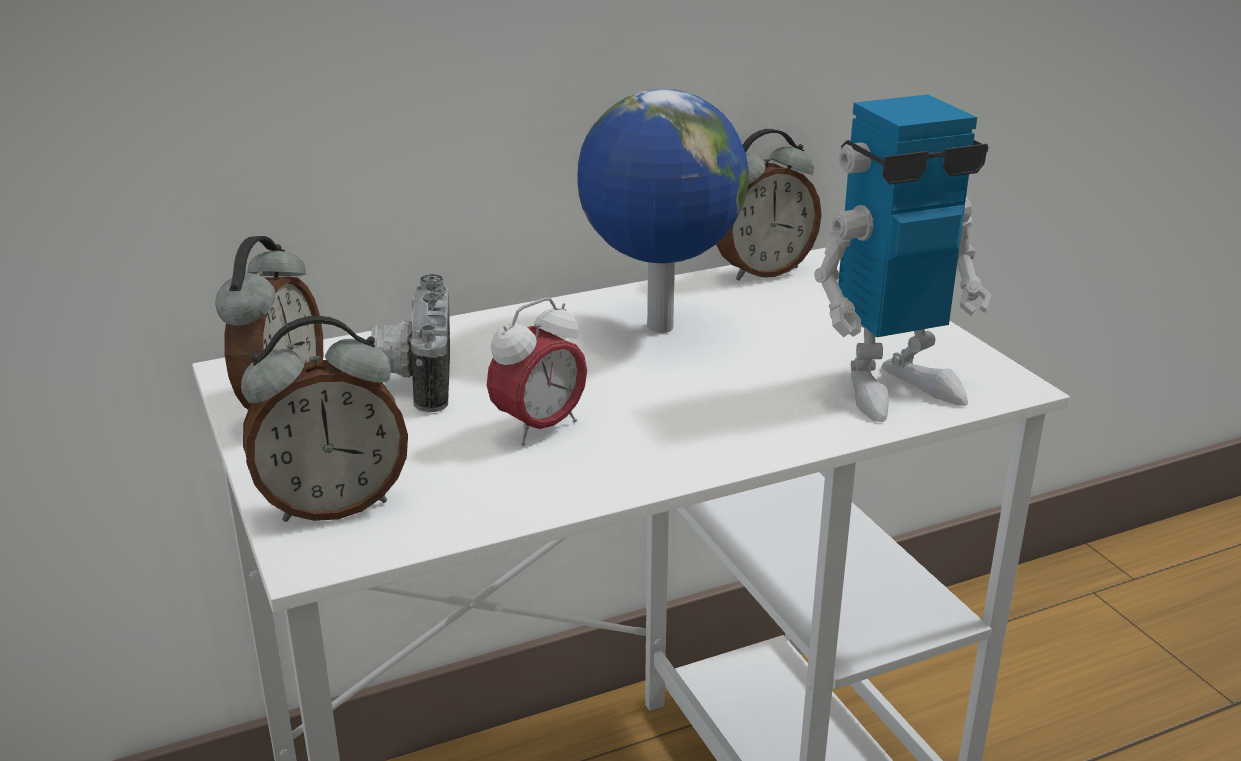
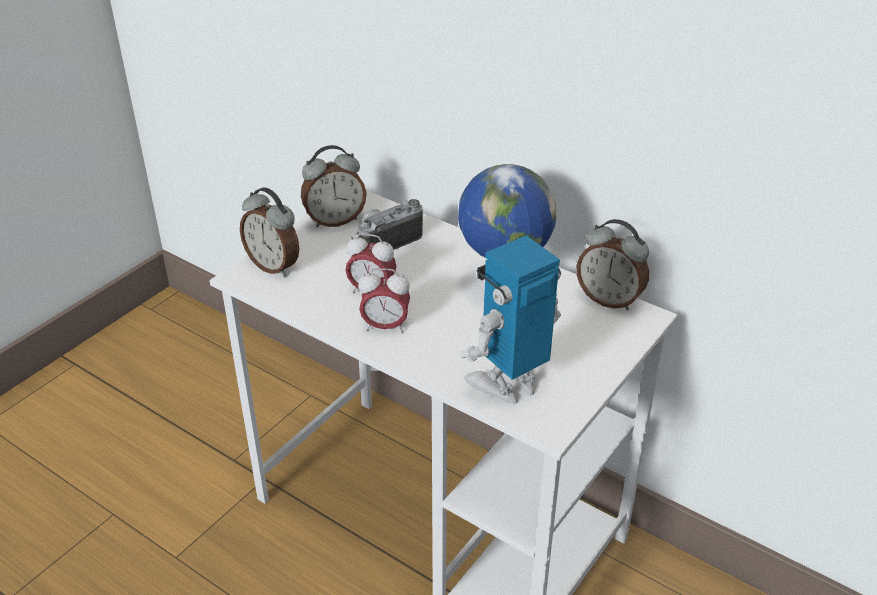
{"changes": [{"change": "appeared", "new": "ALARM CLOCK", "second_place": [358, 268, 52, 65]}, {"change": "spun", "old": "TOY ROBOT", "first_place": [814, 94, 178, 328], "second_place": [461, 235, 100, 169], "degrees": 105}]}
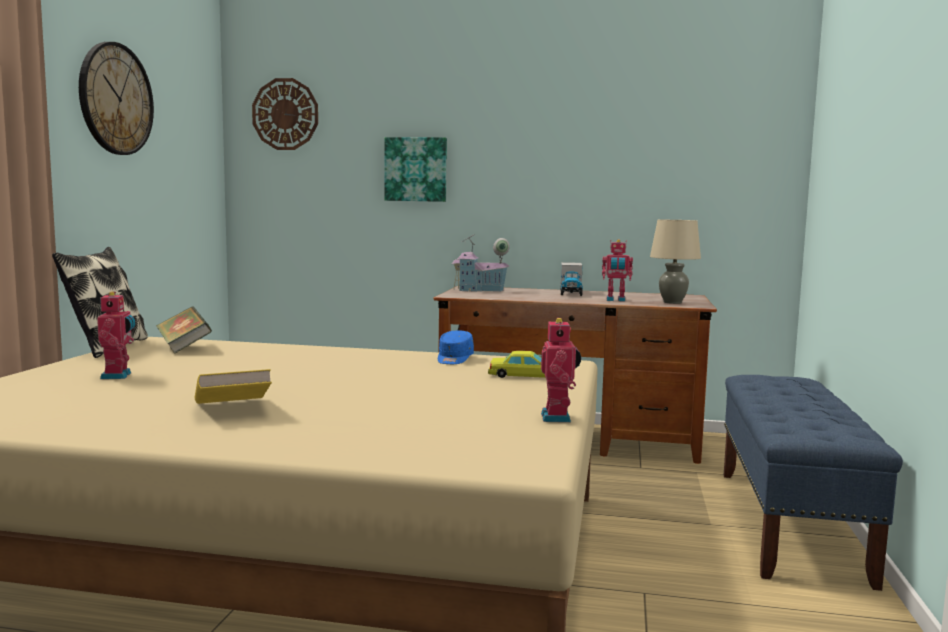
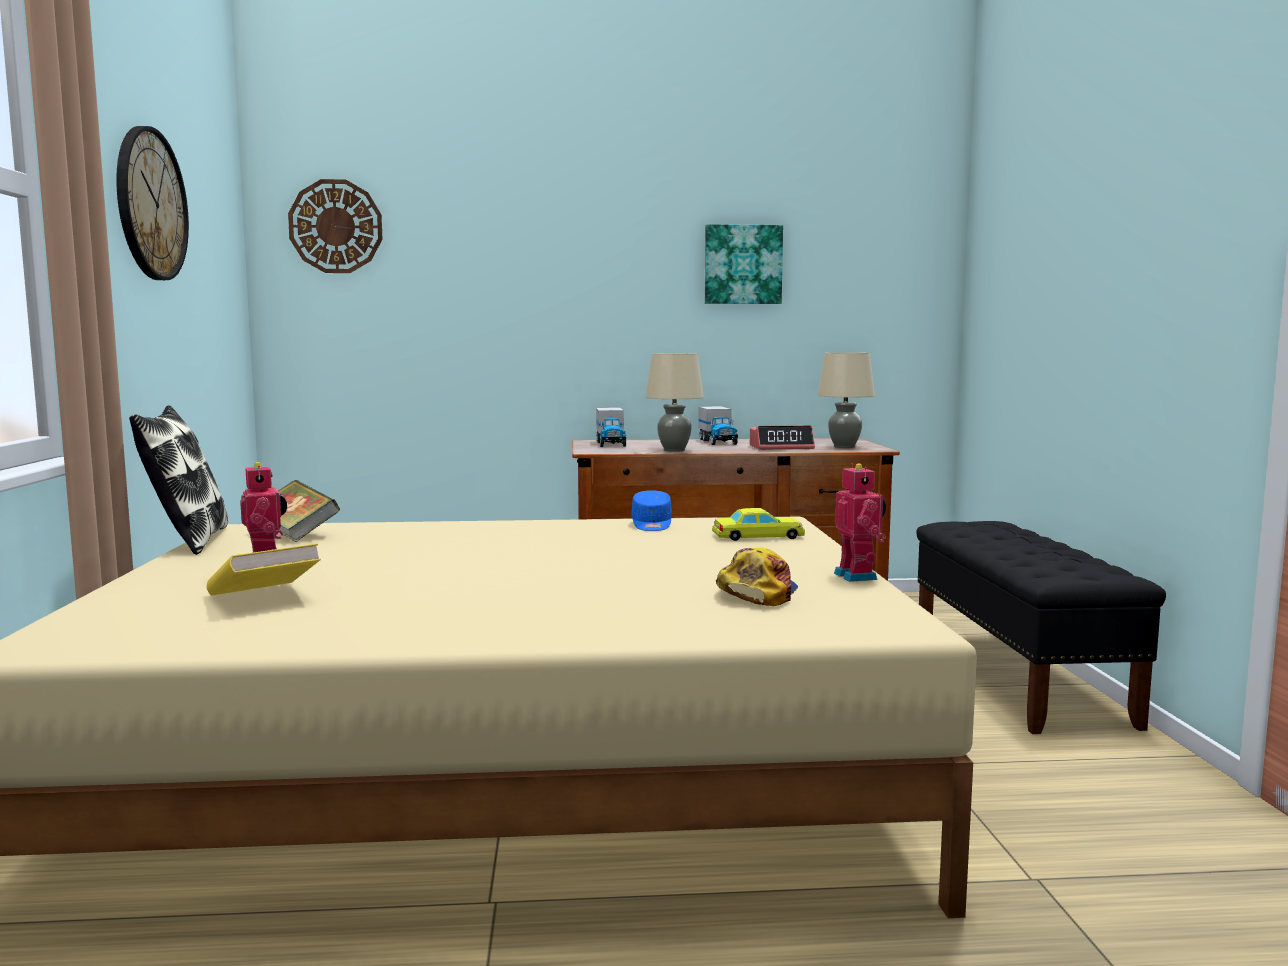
{"changes": [{"change": "relocated", "old": "YELLOW BOOK", "first_place": [195, 369, 77, 35], "second_place": [207, 544, 114, 52]}, {"change": "exchanged", "old": "TOY HOUSE", "new": "TOY TRUCK", "first_place": [452, 234, 58, 58], "second_place": [596, 407, 30, 40]}, {"change": "appeared", "new": "BEIGE TABLE LAMP", "second_place": [646, 353, 58, 99]}, {"change": "relocated", "old": "PICTURE", "first_place": [384, 137, 63, 65], "second_place": [705, 224, 78, 80]}, {"change": "appeared", "new": "CAP", "second_place": [716, 547, 82, 59]}, {"change": "exchanged", "old": "TOY ROBOT", "new": "ALARM CLOCK", "first_place": [602, 239, 31, 63], "second_place": [750, 425, 65, 25]}, {"change": "colour", "old": "BLUE BENCH", "new": "BLACK BENCH", "first_place": [724, 375, 179, 216], "second_place": [916, 521, 250, 213]}]}
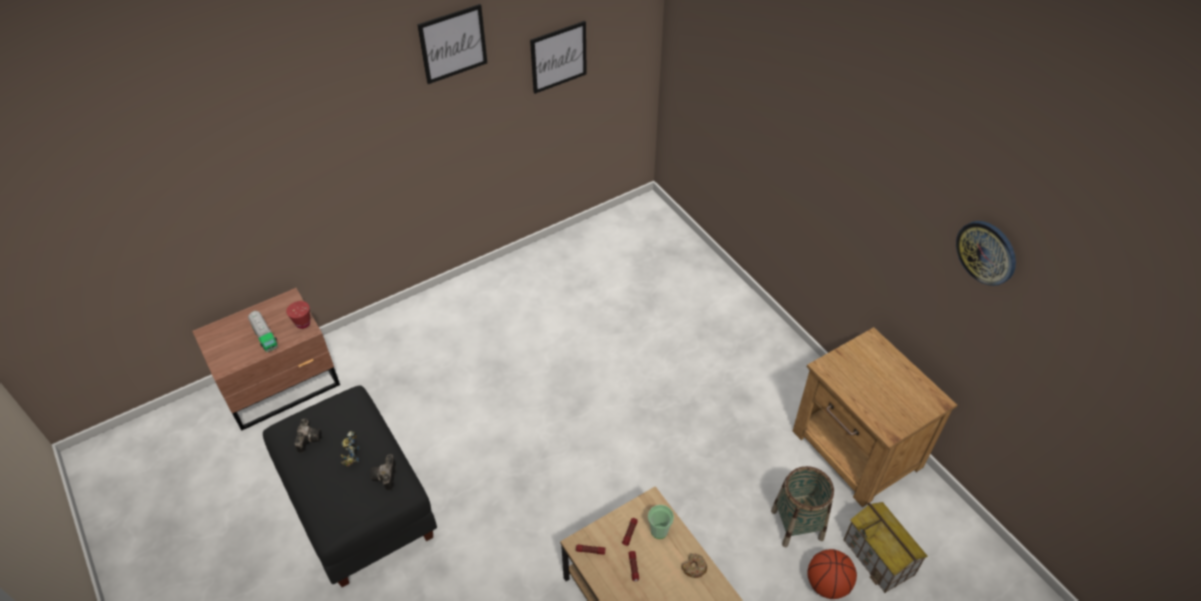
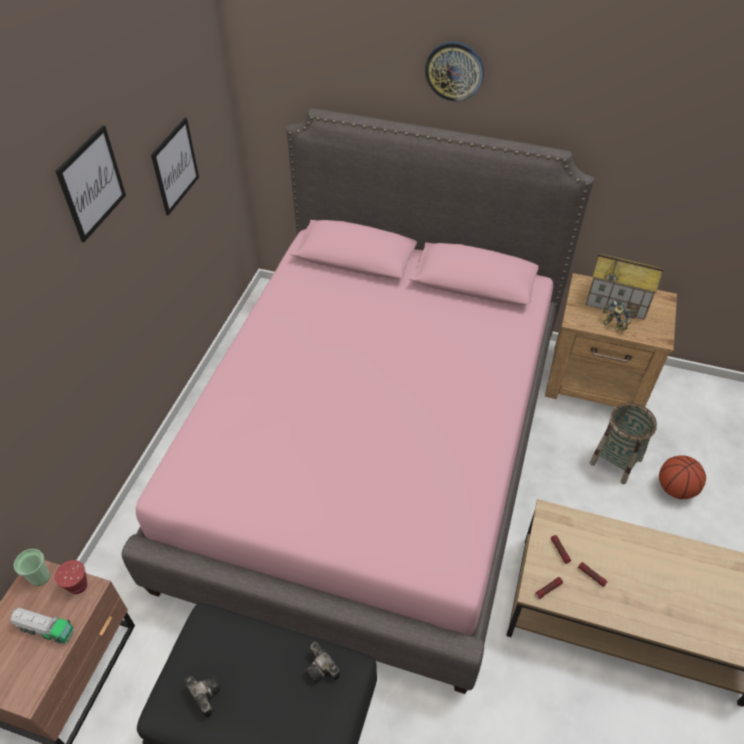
{"changes": [{"change": "relocated", "old": "CUP", "first_place": [648, 505, 26, 34], "second_place": [14, 549, 36, 37]}, {"change": "appeared", "new": "PINK BED", "second_place": [122, 108, 472, 586]}, {"change": "relocated", "old": "WALL CLOCK", "first_place": [956, 221, 60, 65], "second_place": [425, 41, 59, 61]}, {"change": "relocated", "old": "TOY HOUSE", "first_place": [844, 502, 84, 91], "second_place": [585, 254, 79, 66]}, {"change": "relocated", "old": "TOY ROBOT", "first_place": [341, 431, 19, 36], "second_place": [603, 300, 28, 31]}, {"change": "missing", "old": "DONUT", "first_place": [681, 553, 26, 25]}]}
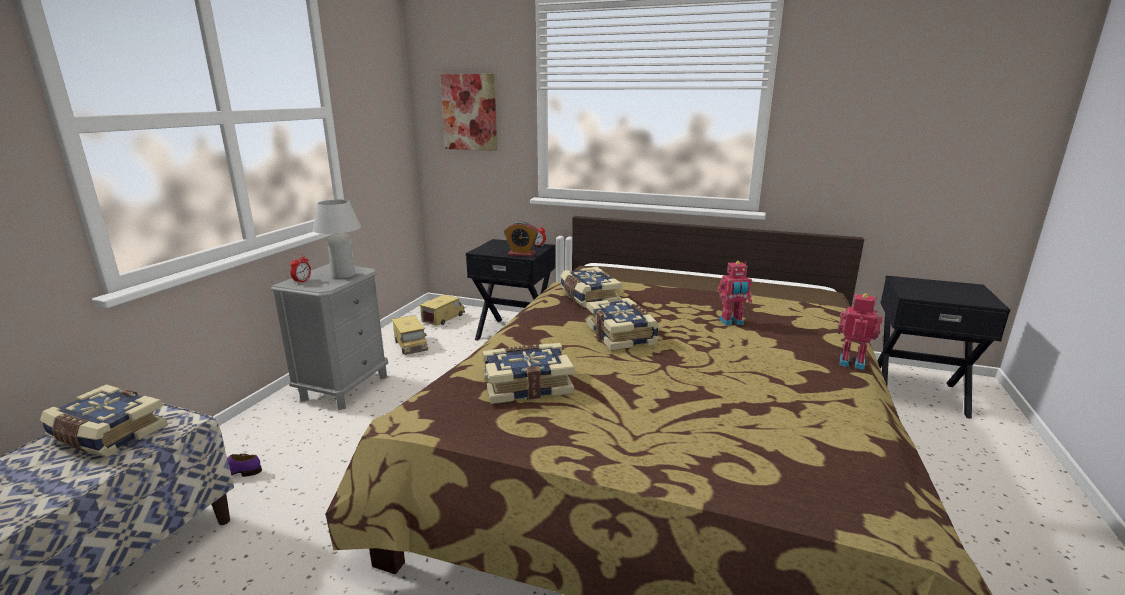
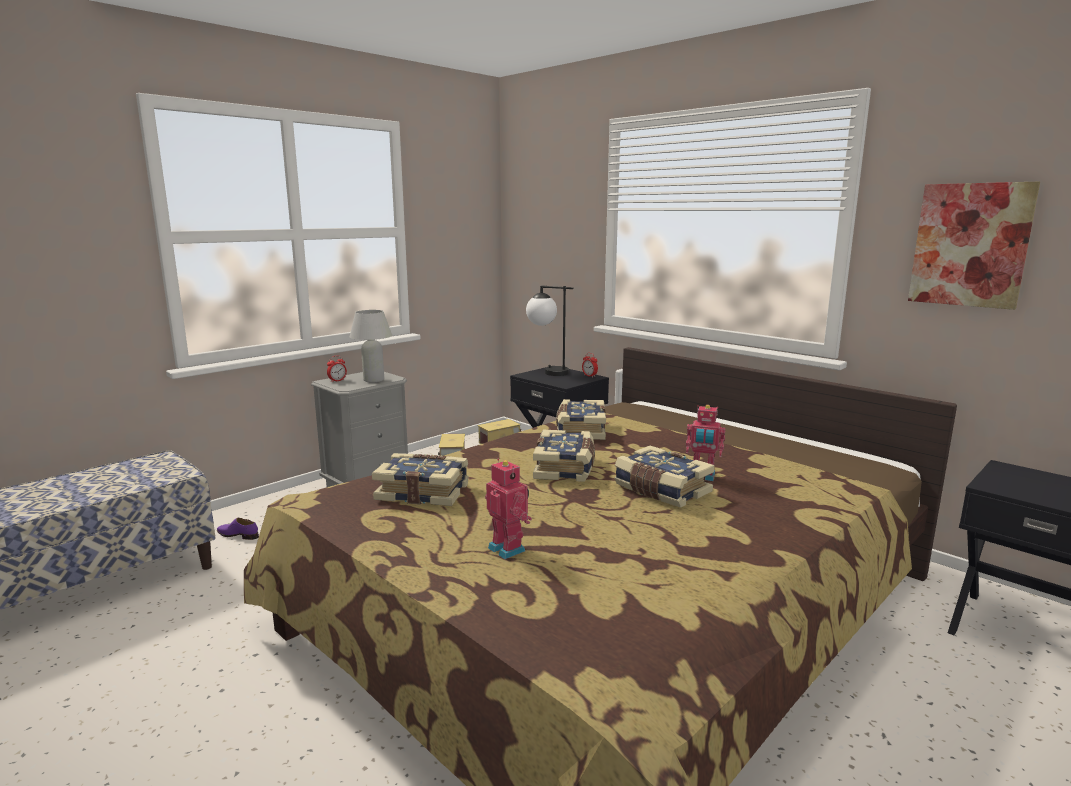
{"changes": [{"change": "relocated", "old": "TOY ROBOT", "first_place": [837, 293, 46, 77], "second_place": [485, 459, 47, 100]}, {"change": "appeared", "new": "TABLE LAMP", "second_place": [526, 285, 47, 91]}, {"change": "relocated", "old": "BOOK", "first_place": [40, 384, 128, 73], "second_place": [614, 446, 101, 62]}, {"change": "relocated", "old": "PICTURE", "first_place": [440, 74, 57, 77], "second_place": [908, 182, 132, 128]}, {"change": "missing", "old": "ALARM CLOCK", "first_place": [504, 221, 34, 36]}]}
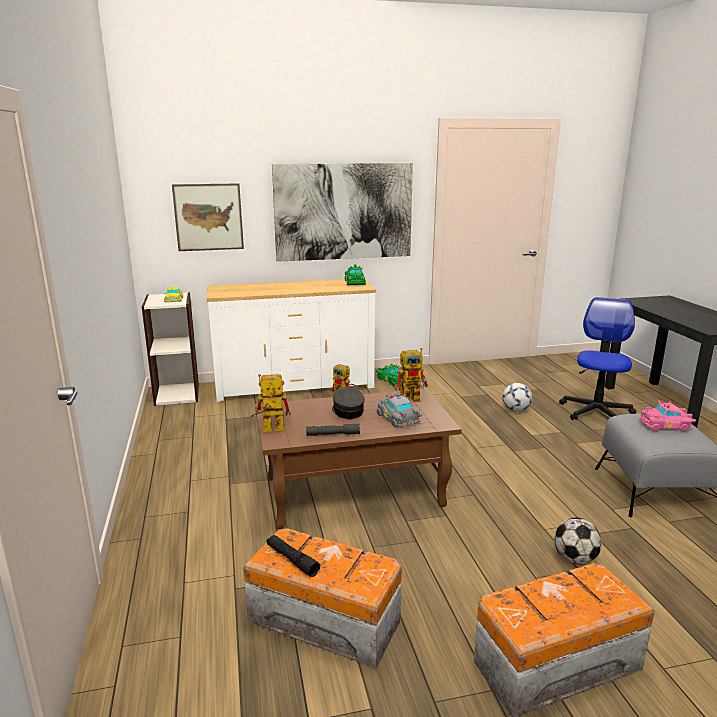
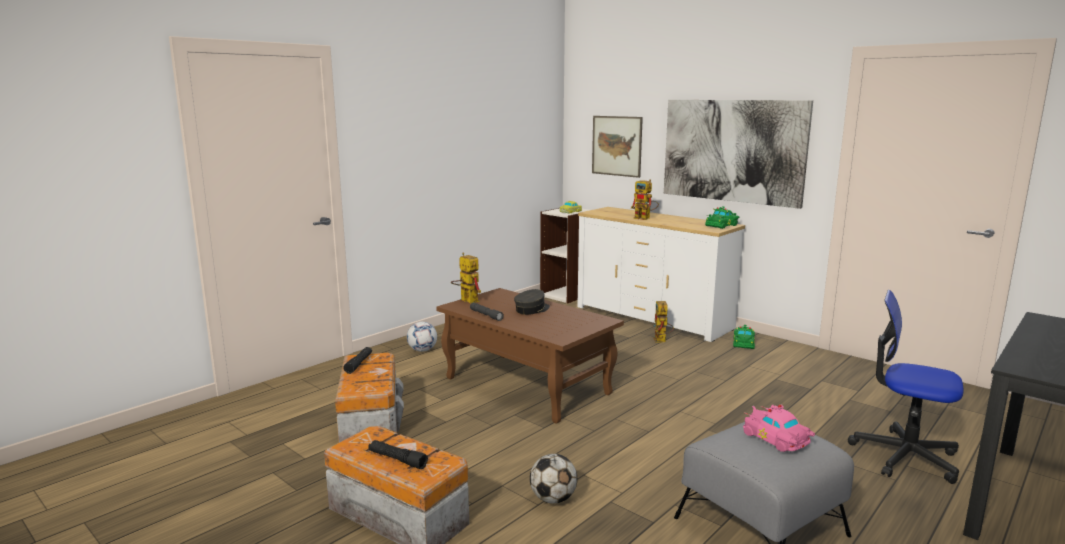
{"changes": [{"change": "appeared", "new": "BLACK FLASHLIGHT", "second_place": [369, 440, 59, 29]}, {"change": "relocated", "old": "FOOTBALL", "first_place": [502, 383, 30, 29], "second_place": [407, 322, 30, 30]}, {"change": "relocated", "old": "TOY ROBOT", "first_place": [396, 348, 32, 54], "second_place": [631, 180, 28, 40]}, {"change": "spun", "old": "OFFICE CHAIR", "first_place": [559, 297, 77, 123], "second_place": [848, 290, 116, 194], "degrees": -135}, {"change": "missing", "old": "GREY TOY CAR", "first_place": [377, 393, 45, 34]}]}
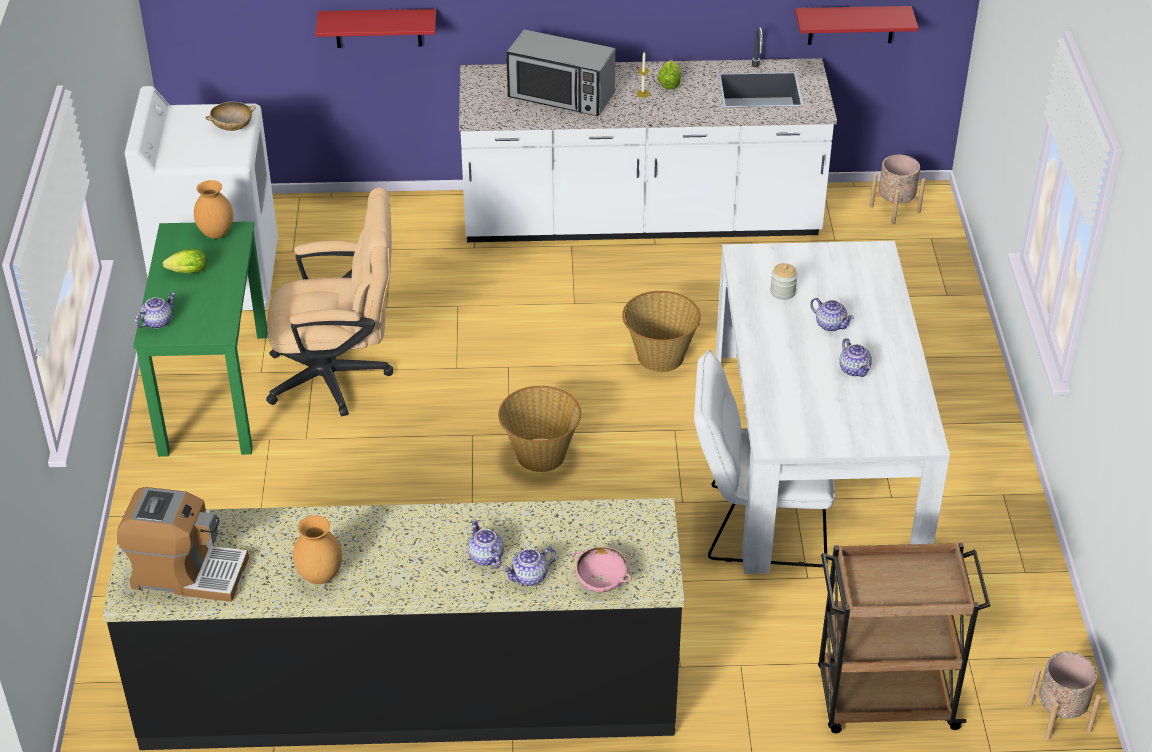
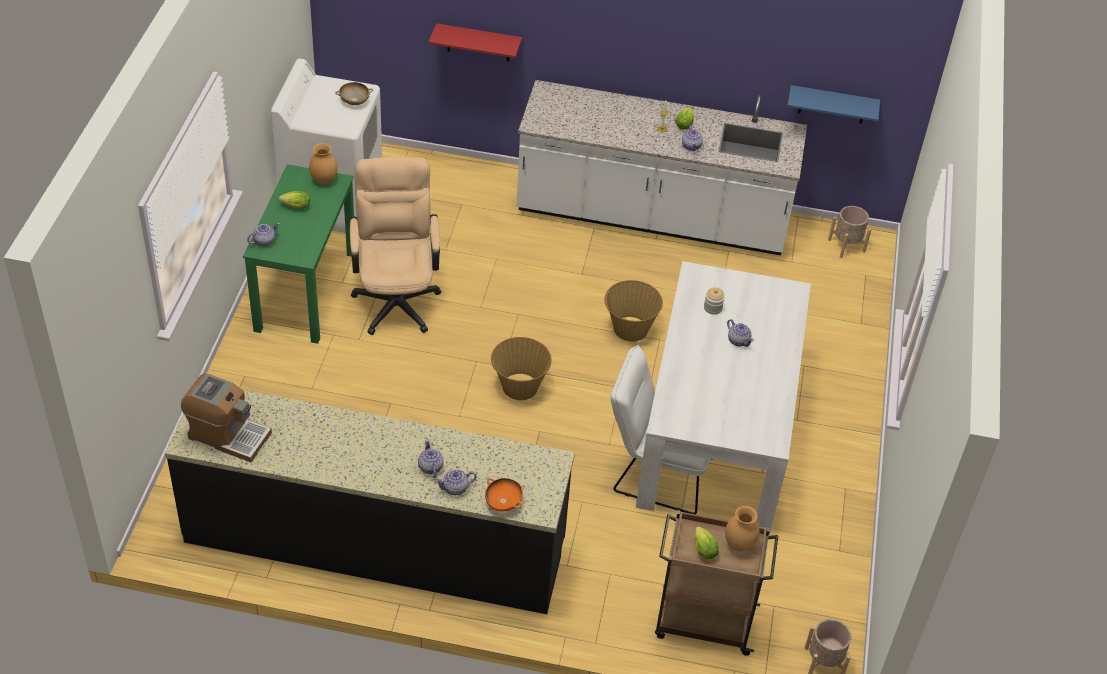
{"changes": [{"change": "spun", "old": "BEIGE OFFICE CHAIR", "first_place": [266, 187, 127, 230], "second_place": [350, 157, 91, 178], "degrees": -105}, {"change": "colour", "old": "PINK BOWL", "new": "ORANGE BOWL", "first_place": [573, 547, 59, 46], "second_place": [485, 478, 38, 34]}, {"change": "relocated", "old": "TEAPOT", "first_place": [839, 338, 33, 39], "second_place": [682, 125, 21, 27]}, {"change": "appeared", "new": "LETTUCE", "second_place": [695, 526, 24, 33]}, {"change": "relocated", "old": "BROWN VASE", "first_place": [293, 516, 49, 68], "second_place": [725, 506, 35, 46]}, {"change": "colour", "old": "RED SHELF", "new": "BLUE SHELF", "first_place": [795, 6, 123, 39], "second_place": [787, 85, 93, 39]}, {"change": "missing", "old": "MICROWAVE", "first_place": [506, 29, 110, 87]}]}
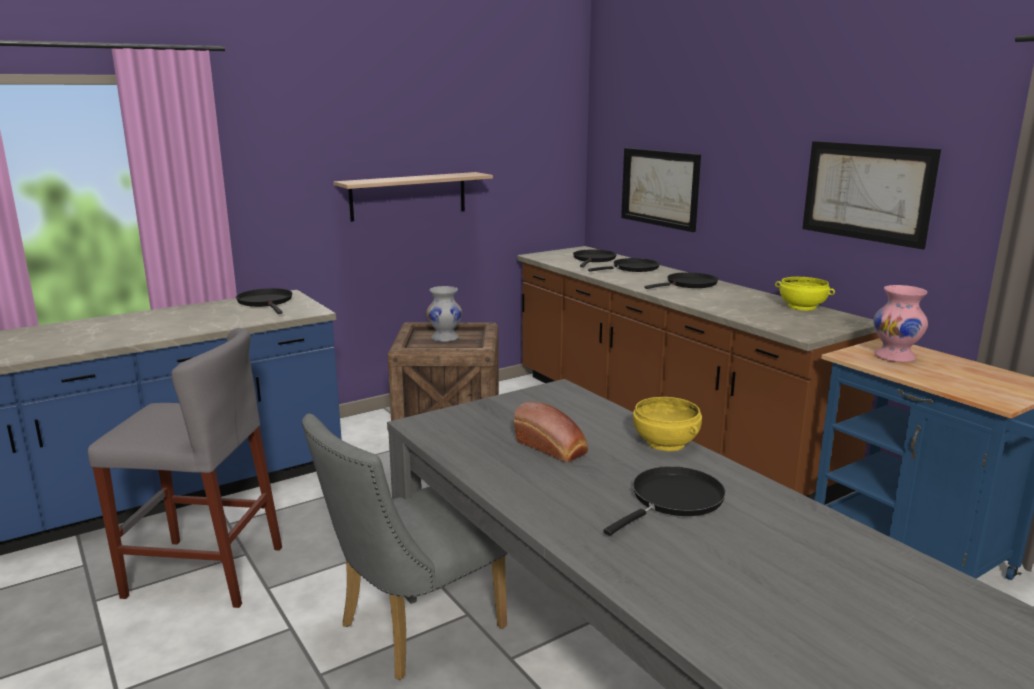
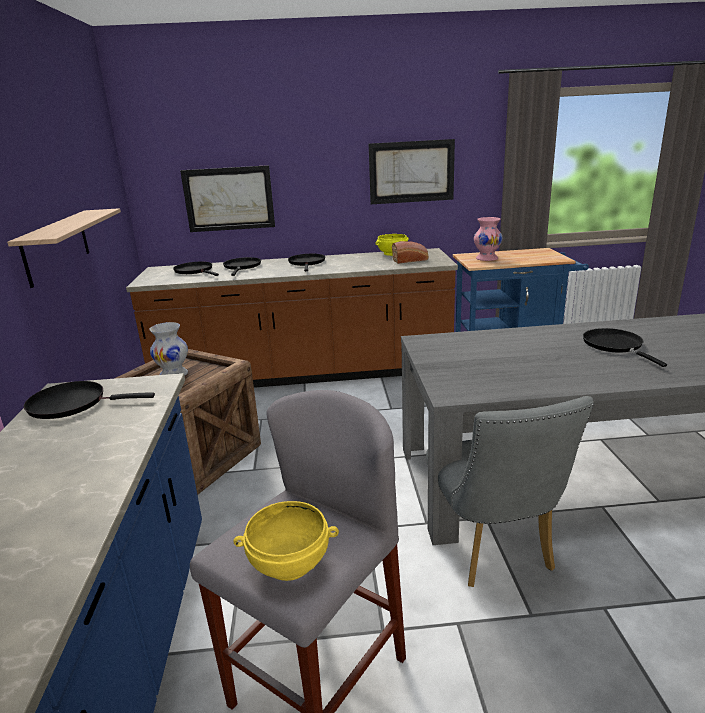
{"changes": [{"change": "relocated", "old": "YELLOW BOWL", "first_place": [633, 397, 69, 54], "second_place": [233, 501, 106, 80]}, {"change": "relocated", "old": "BREAD", "first_place": [514, 401, 74, 61], "second_place": [392, 241, 36, 23]}]}
